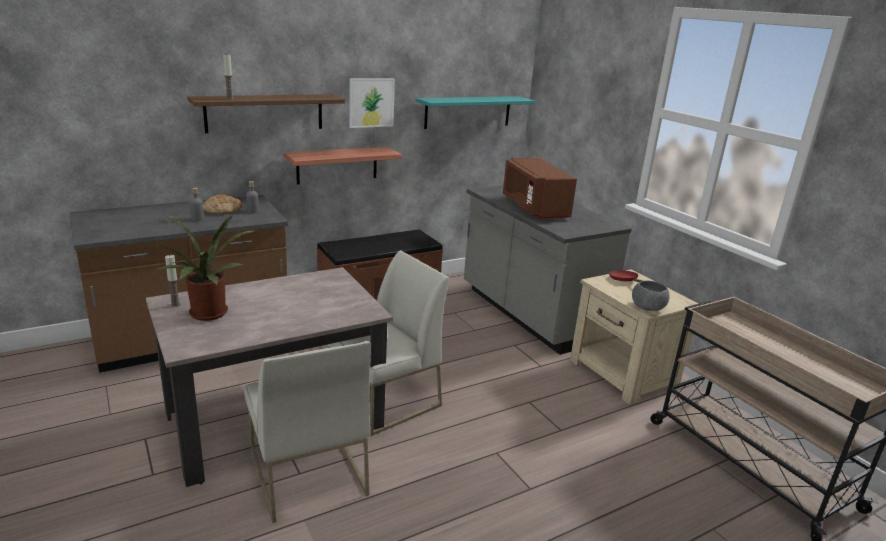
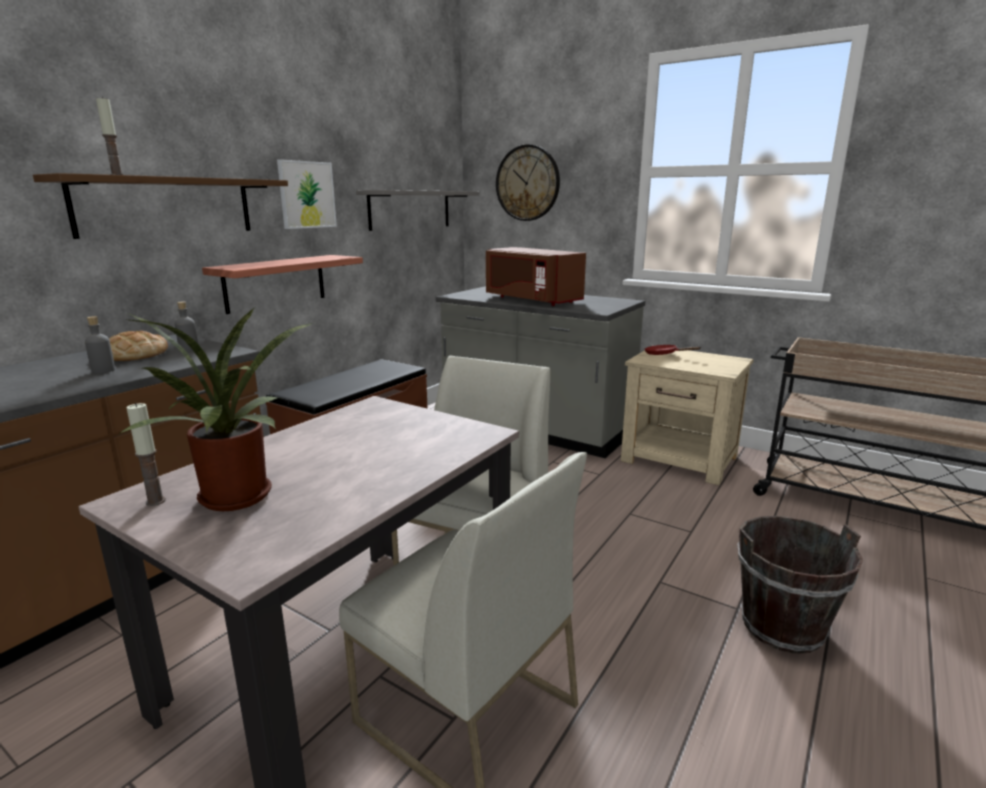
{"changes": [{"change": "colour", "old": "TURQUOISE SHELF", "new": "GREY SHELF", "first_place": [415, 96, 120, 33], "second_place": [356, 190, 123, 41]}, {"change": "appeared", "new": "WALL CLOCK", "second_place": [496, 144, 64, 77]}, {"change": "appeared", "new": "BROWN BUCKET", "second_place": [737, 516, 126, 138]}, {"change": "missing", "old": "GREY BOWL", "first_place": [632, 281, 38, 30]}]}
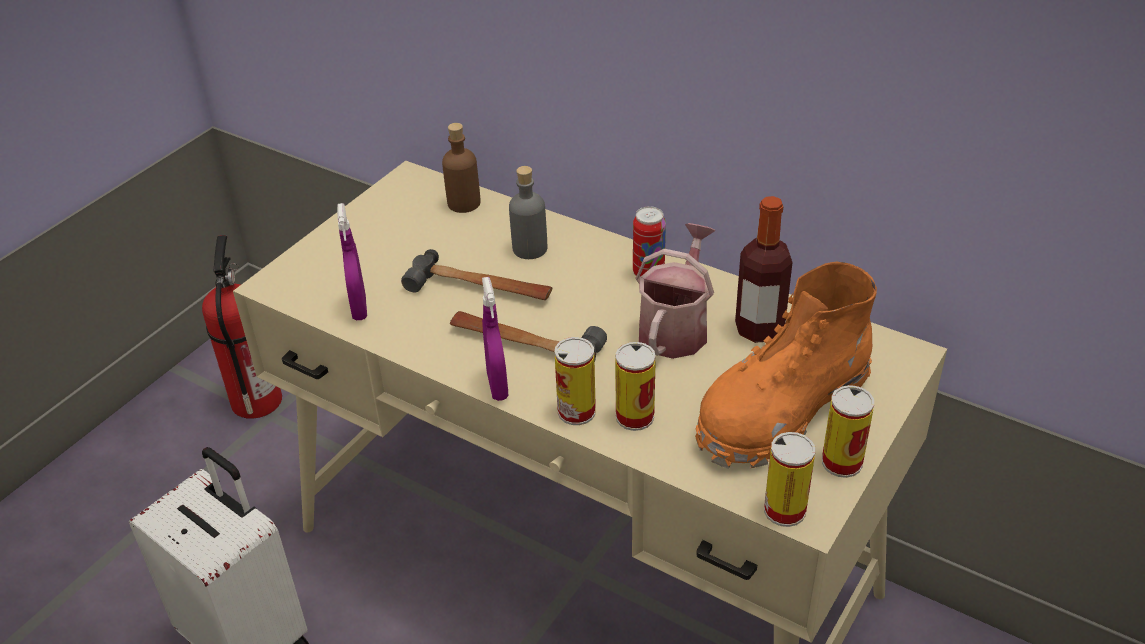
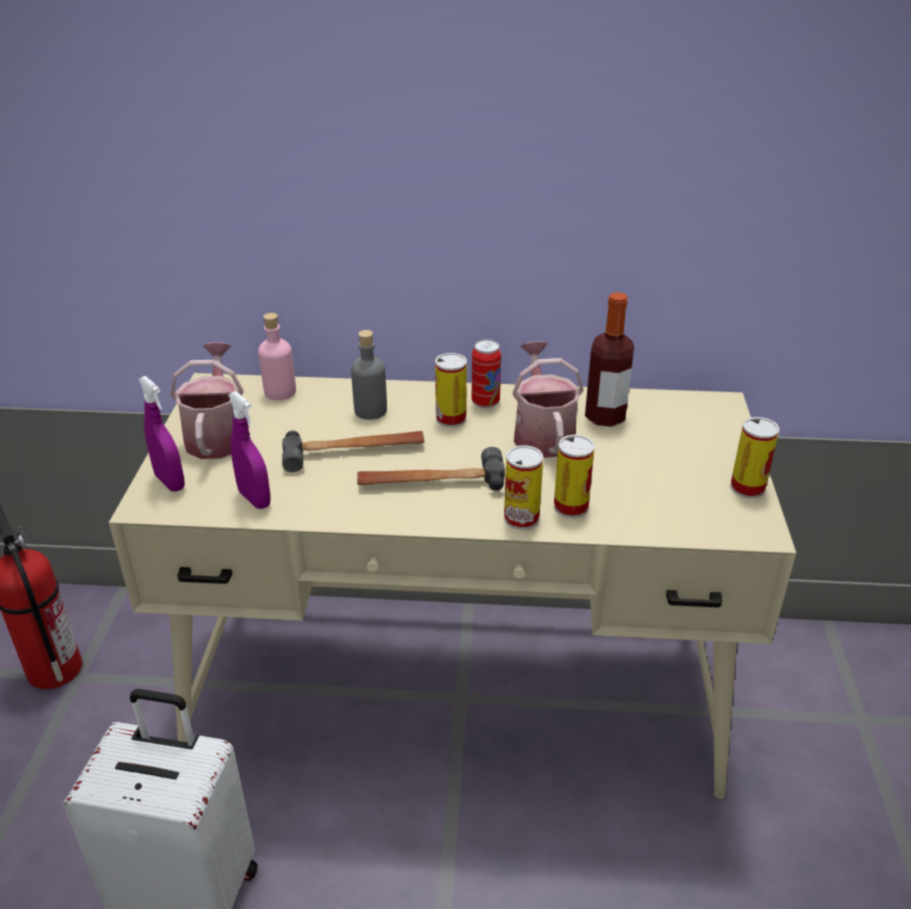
{"changes": [{"change": "relocated", "old": "PURPLE SPRAY BOTTLE", "first_place": [482, 277, 26, 124], "second_place": [138, 376, 47, 116]}, {"change": "appeared", "new": "WATERING CAN", "second_place": [170, 342, 74, 117]}, {"change": "colour", "old": "BROWN BOTTLE", "new": "PINK BOTTLE", "first_place": [442, 123, 39, 90], "second_place": [258, 313, 38, 87]}, {"change": "relocated", "old": "CAN", "first_place": [764, 432, 51, 95], "second_place": [435, 353, 32, 74]}, {"change": "missing", "old": "ORANGE BOOT", "first_place": [695, 262, 182, 207]}]}
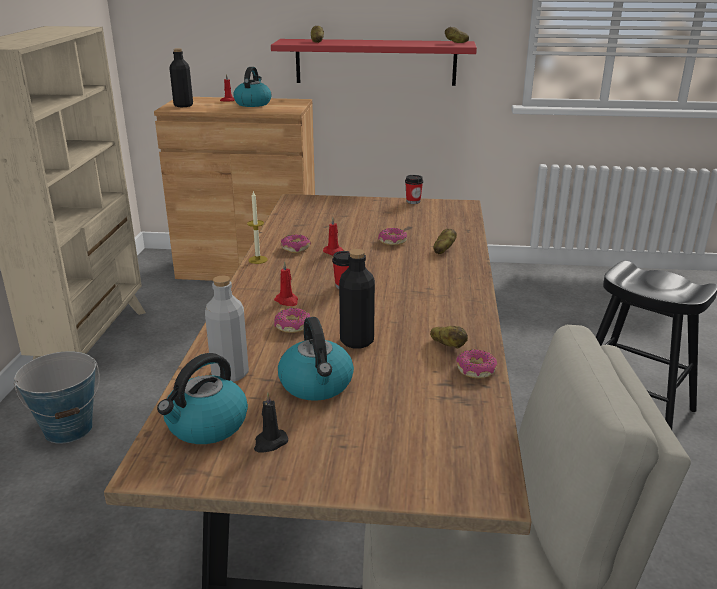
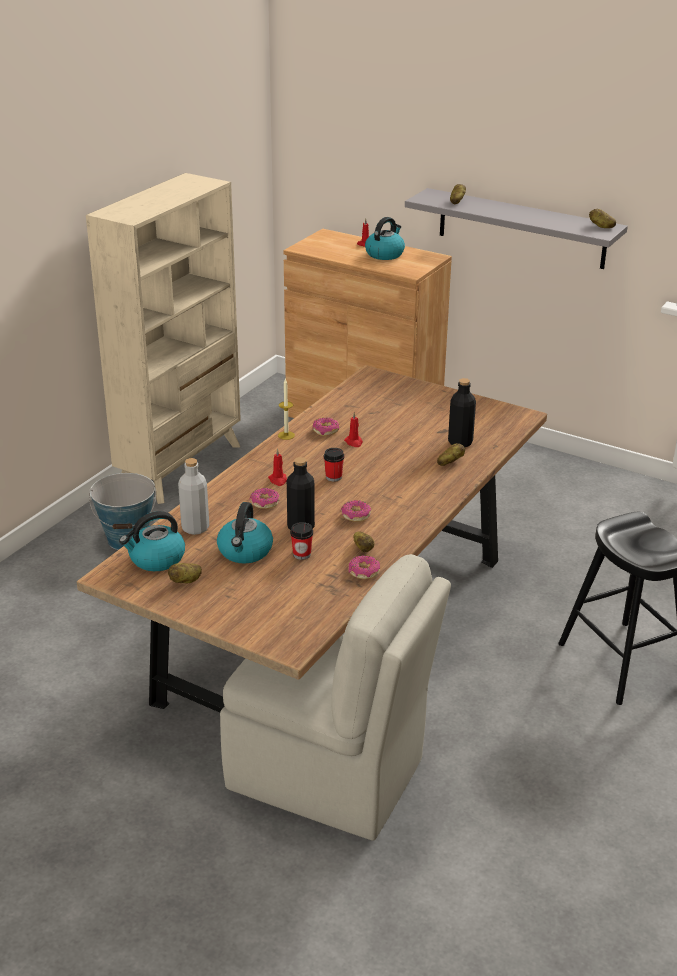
{"changes": [{"change": "exchanged", "old": "BLACK CANDLE", "new": "POTATO", "first_place": [254, 393, 34, 60], "second_place": [168, 563, 34, 20]}, {"change": "relocated", "old": "CUP", "first_place": [405, 175, 18, 29], "second_place": [290, 522, 23, 38]}, {"change": "relocated", "old": "DONUT", "first_place": [378, 228, 29, 17], "second_place": [341, 500, 30, 22]}, {"change": "colour", "old": "RED SHELF", "new": "GREY SHELF", "first_place": [271, 39, 206, 47], "second_place": [405, 188, 223, 81]}, {"change": "relocated", "old": "BLACK BOTTLE", "first_place": [169, 48, 24, 59], "second_place": [448, 378, 28, 69]}]}
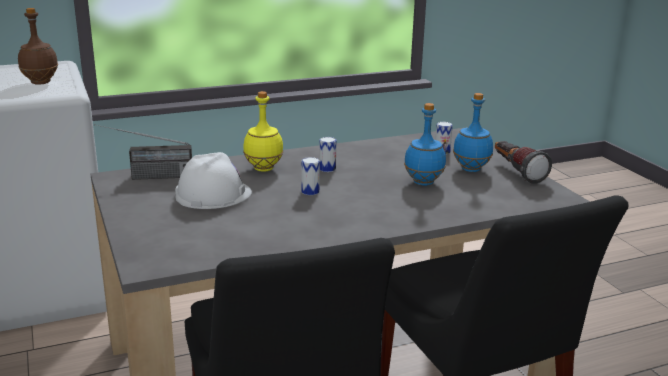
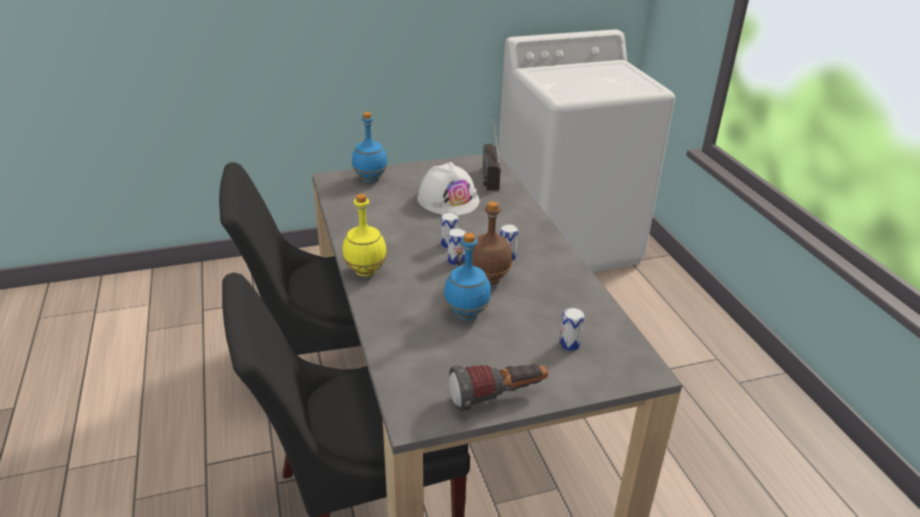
{"changes": [{"change": "relocated", "old": "YELLOW BOTTLE", "first_place": [243, 91, 41, 81], "second_place": [342, 194, 45, 82]}, {"change": "relocated", "old": "BLUE BOTTLE", "first_place": [453, 93, 40, 79], "second_place": [352, 112, 36, 71]}, {"change": "appeared", "new": "CAN", "second_place": [448, 228, 18, 38]}, {"change": "relocated", "old": "BROWN BOTTLE", "first_place": [18, 8, 40, 77], "second_place": [472, 201, 40, 84]}]}
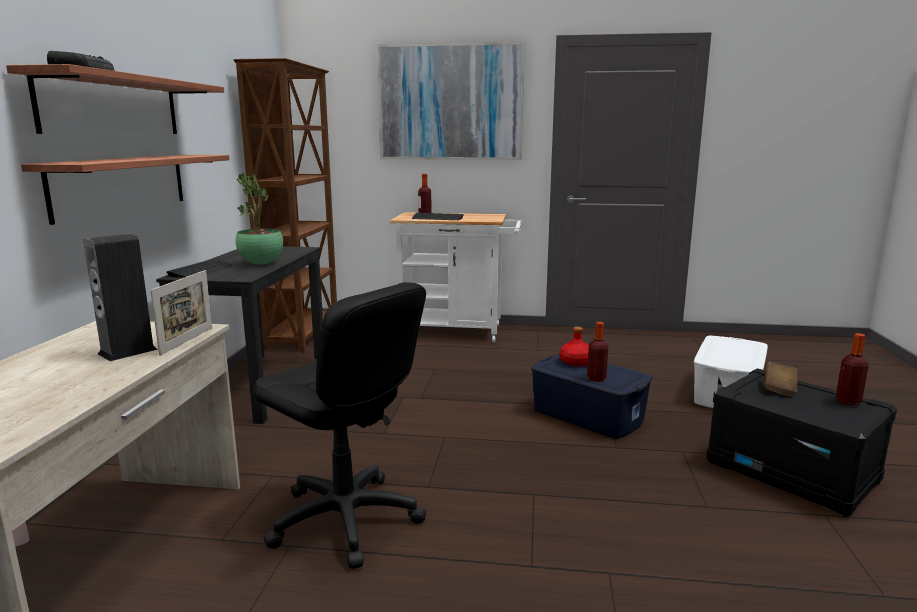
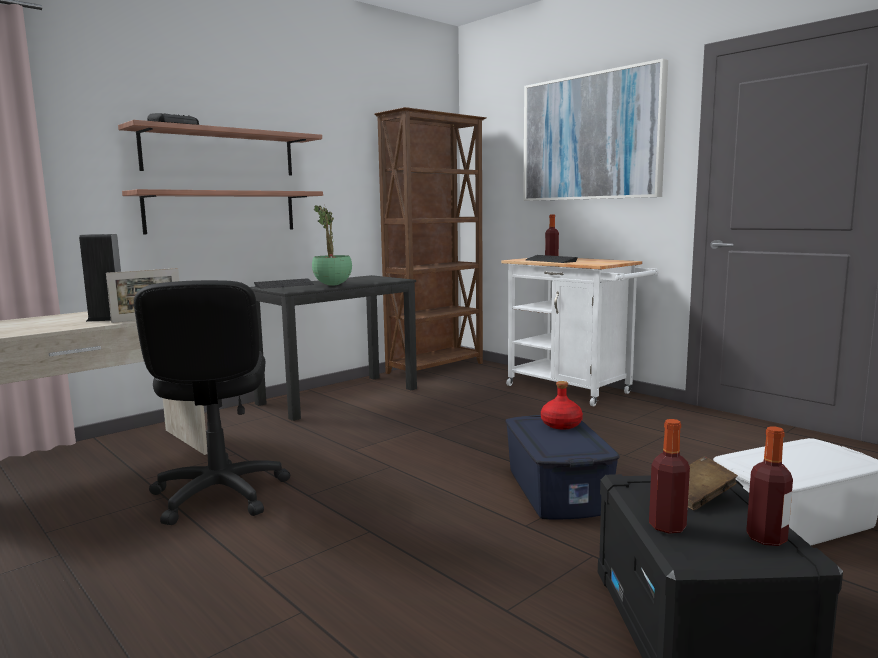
{"changes": [{"change": "relocated", "old": "BOTTLE", "first_place": [587, 322, 21, 60], "second_place": [649, 419, 41, 115]}]}
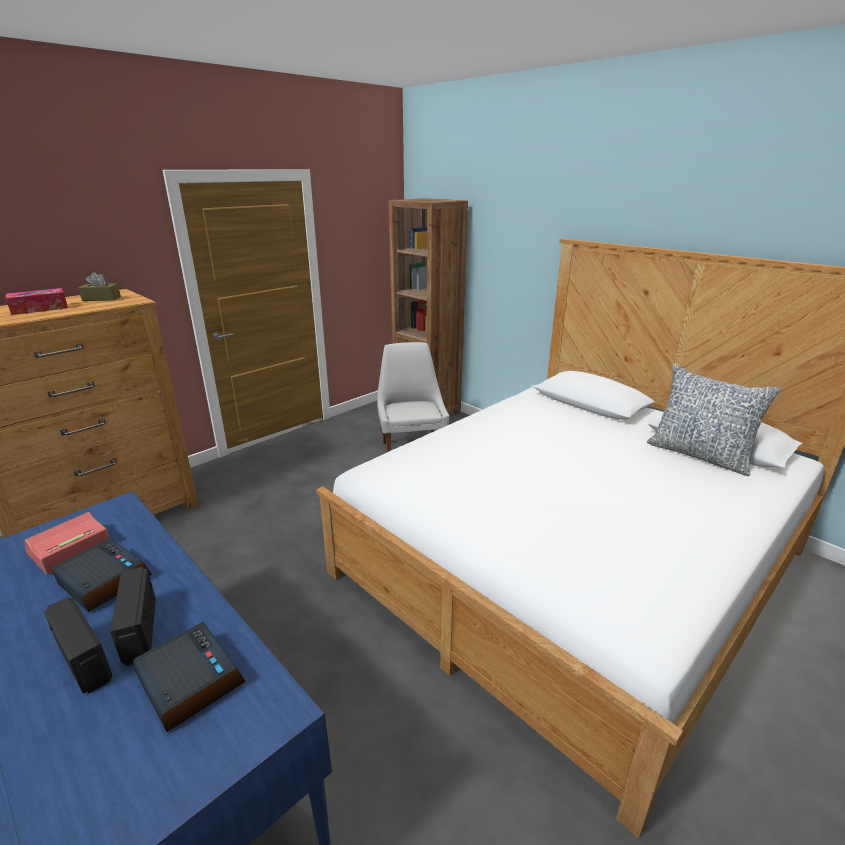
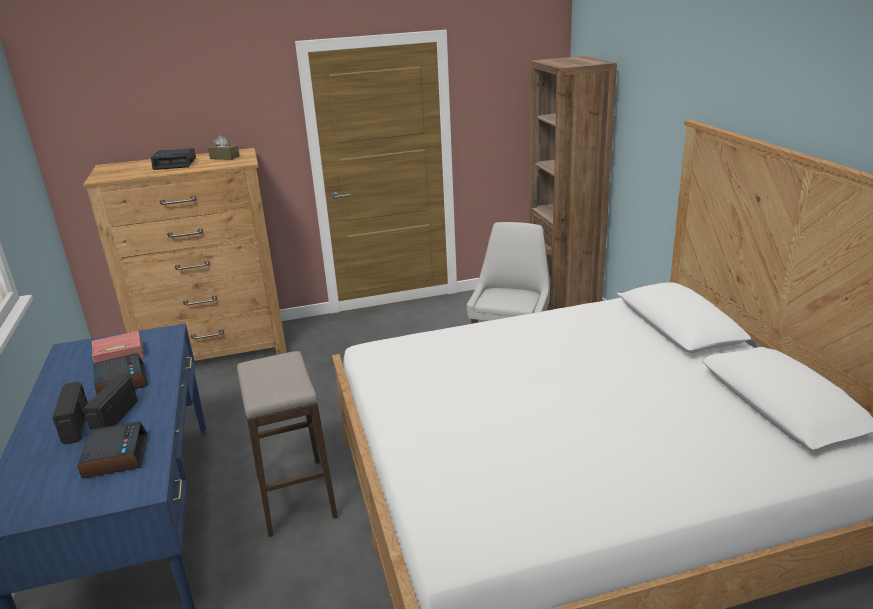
{"changes": [{"change": "exchanged", "old": "TISSUE BOX", "new": "ALARM CLOCK", "first_place": [6, 288, 62, 27], "second_place": [151, 148, 45, 22]}, {"change": "appeared", "new": "STOOL", "second_place": [237, 351, 101, 186]}, {"change": "missing", "old": "PILLOW", "first_place": [647, 364, 134, 112]}]}
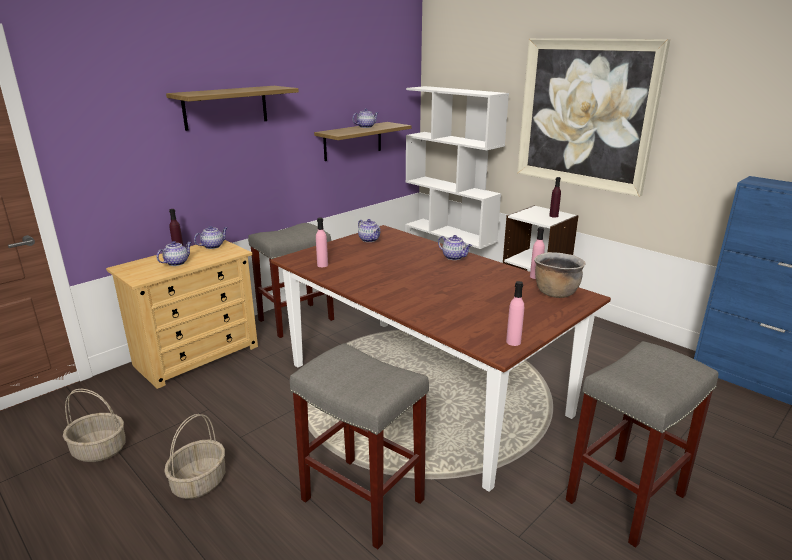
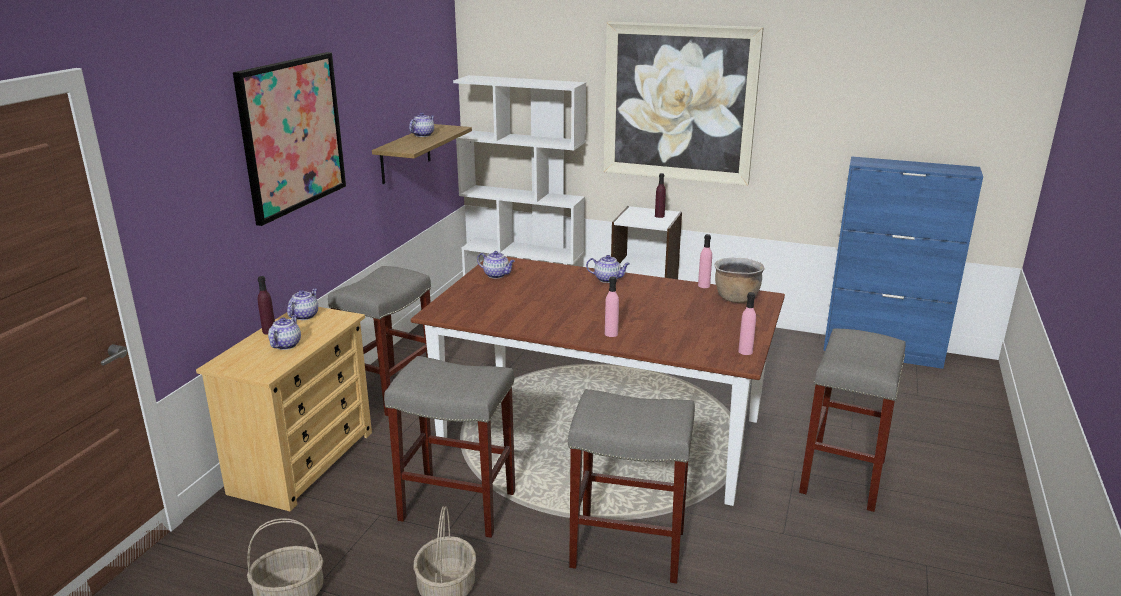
{"changes": [{"change": "exchanged", "old": "SHELF", "new": "PICTURE", "first_place": [166, 86, 133, 45], "second_place": [233, 52, 113, 174]}, {"change": "appeared", "new": "GREY STOOL", "second_place": [384, 356, 131, 182]}, {"change": "relocated", "old": "PINK BOTTLE", "first_place": [316, 217, 12, 50], "second_place": [605, 277, 14, 60]}]}
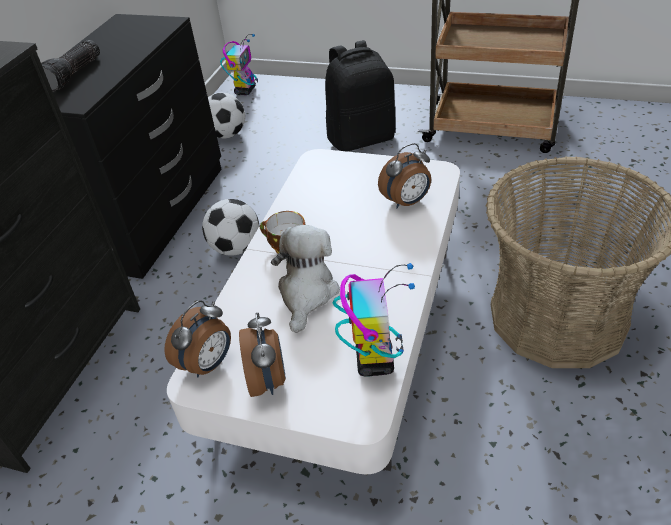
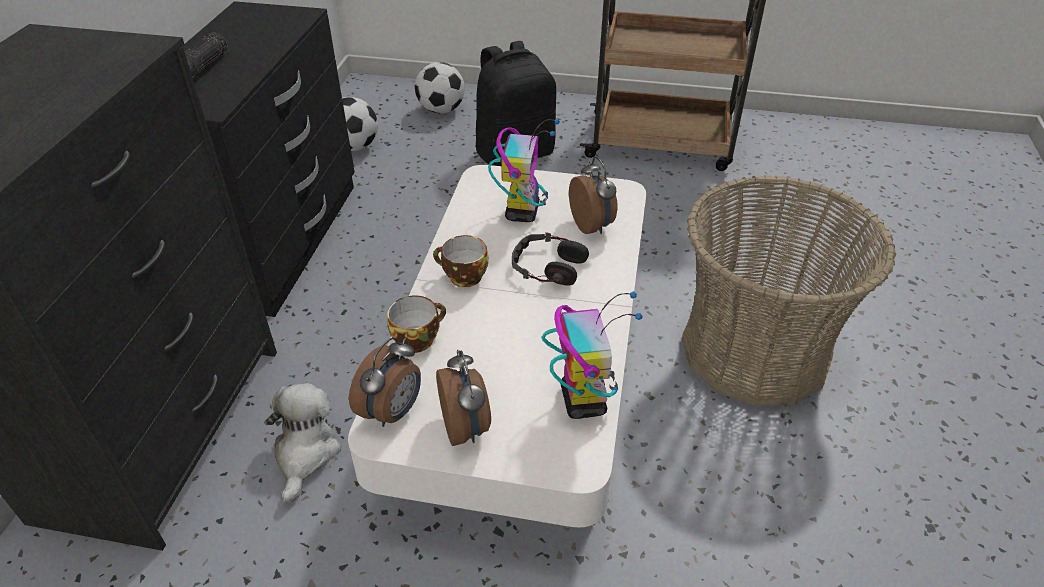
{"changes": [{"change": "relocated", "old": "PLUSH TOY", "first_place": [271, 225, 69, 108], "second_place": [264, 383, 77, 120]}, {"change": "appeared", "new": "CUP", "second_place": [387, 296, 59, 57]}, {"change": "relocated", "old": "FOOTBALL", "first_place": [202, 199, 57, 57], "second_place": [415, 62, 50, 52]}, {"change": "relocated", "old": "TOY ROBOT", "first_place": [220, 34, 38, 61], "second_place": [488, 119, 72, 103]}, {"change": "appeared", "new": "HEADPHONES", "second_place": [512, 232, 77, 53]}, {"change": "spun", "old": "ALARM CLOCK", "first_place": [378, 143, 53, 65], "second_place": [569, 157, 49, 77], "degrees": -75}]}
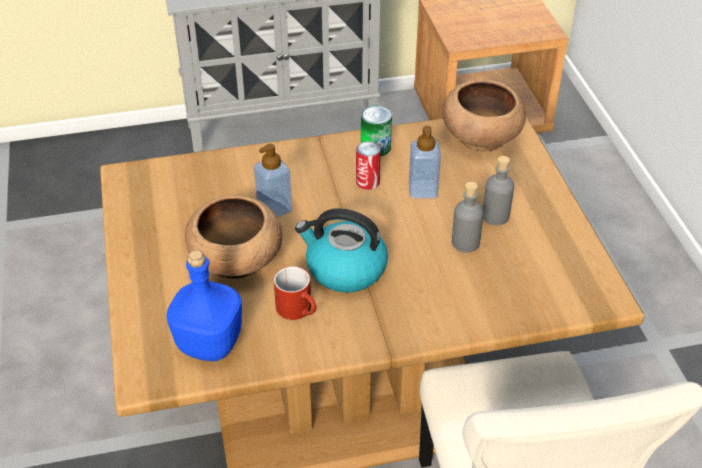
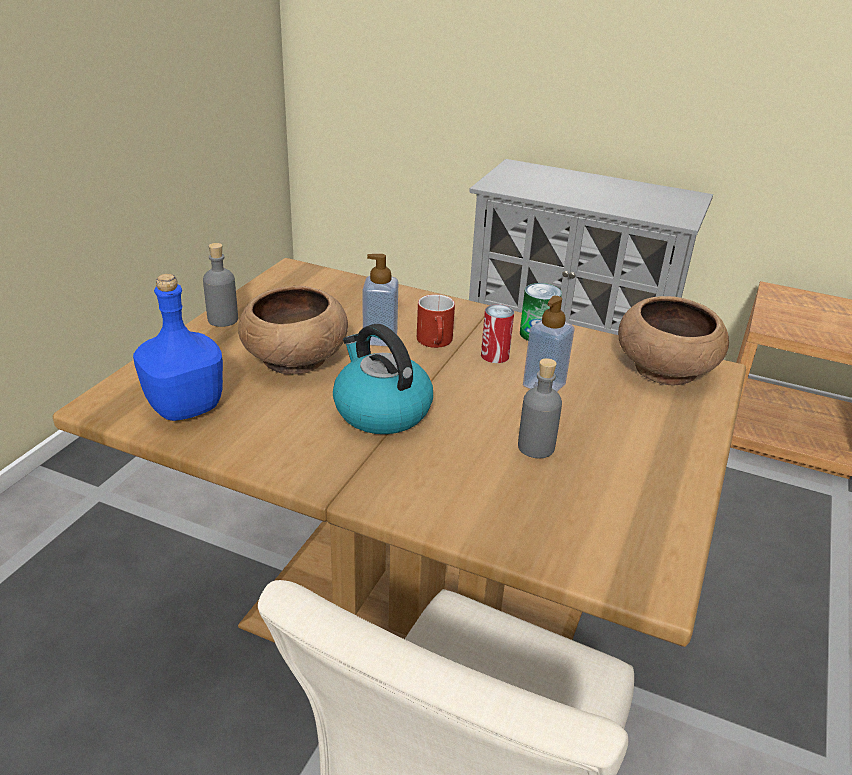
{"changes": [{"change": "relocated", "old": "GREY BOTTLE", "first_place": [483, 156, 31, 69], "second_place": [203, 243, 35, 84]}, {"change": "relocated", "old": "RED MUG", "first_place": [274, 267, 42, 53], "second_place": [417, 294, 38, 54]}]}
